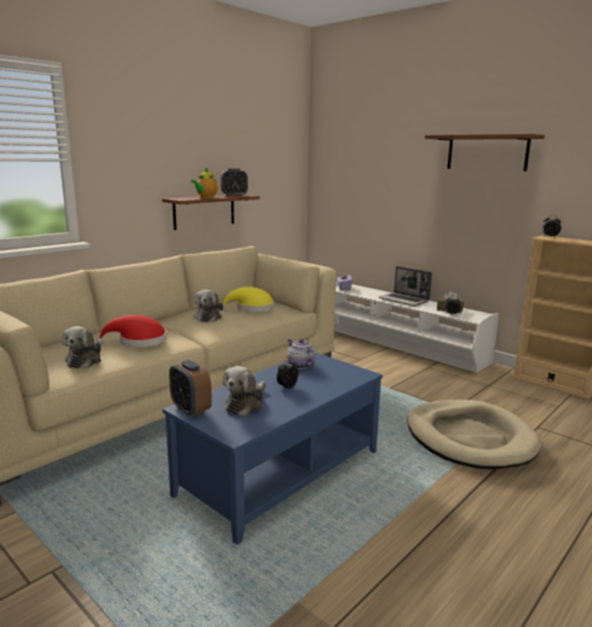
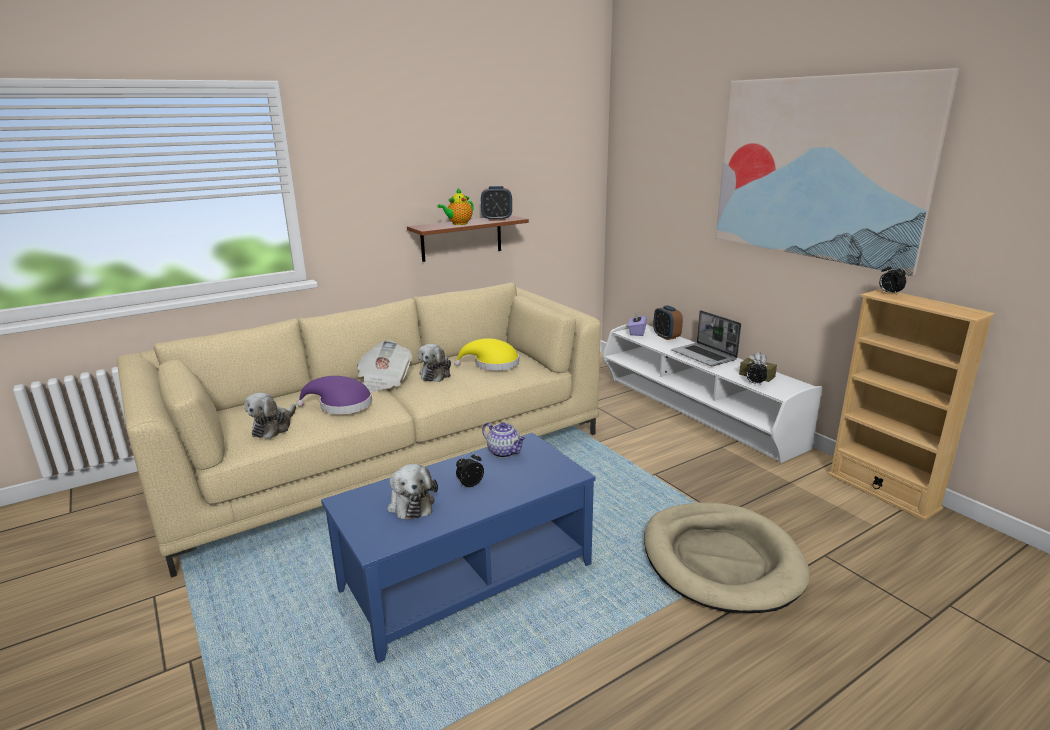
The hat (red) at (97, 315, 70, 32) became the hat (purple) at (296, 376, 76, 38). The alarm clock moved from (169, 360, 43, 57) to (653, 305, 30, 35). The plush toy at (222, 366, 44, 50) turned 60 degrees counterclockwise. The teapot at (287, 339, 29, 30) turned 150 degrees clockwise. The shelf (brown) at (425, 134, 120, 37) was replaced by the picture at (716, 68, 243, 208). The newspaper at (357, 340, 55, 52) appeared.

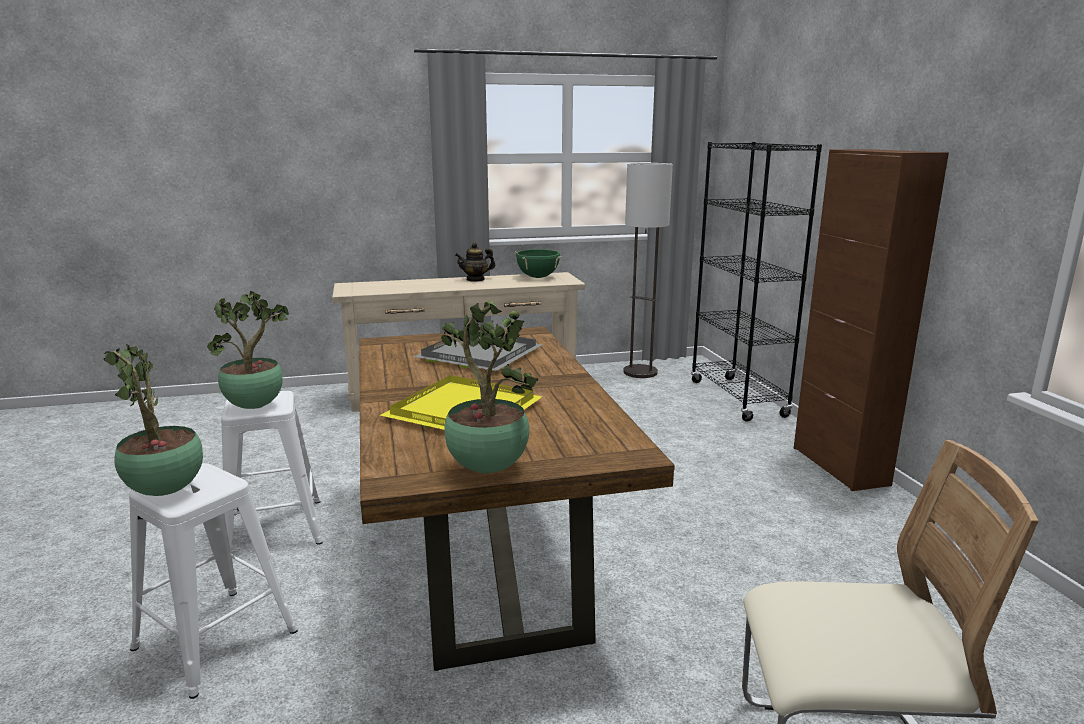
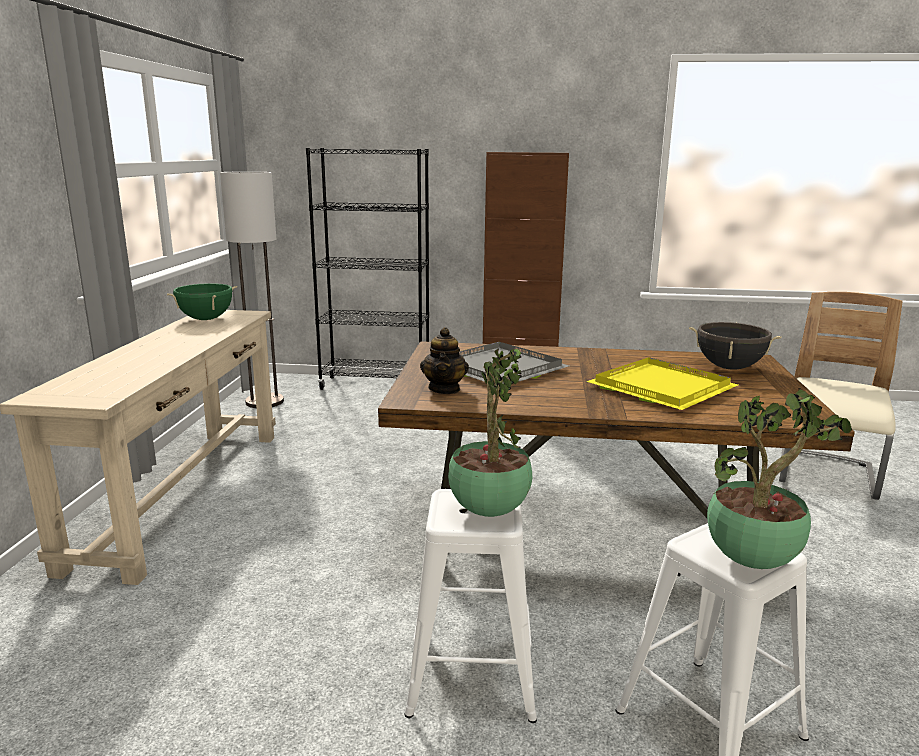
The potted plant at (441, 301, 97, 172) disappeared. The teapot moved from (455, 242, 40, 40) to (420, 327, 49, 67). The cooking pot (black) at (689, 322, 93, 48) appeared.

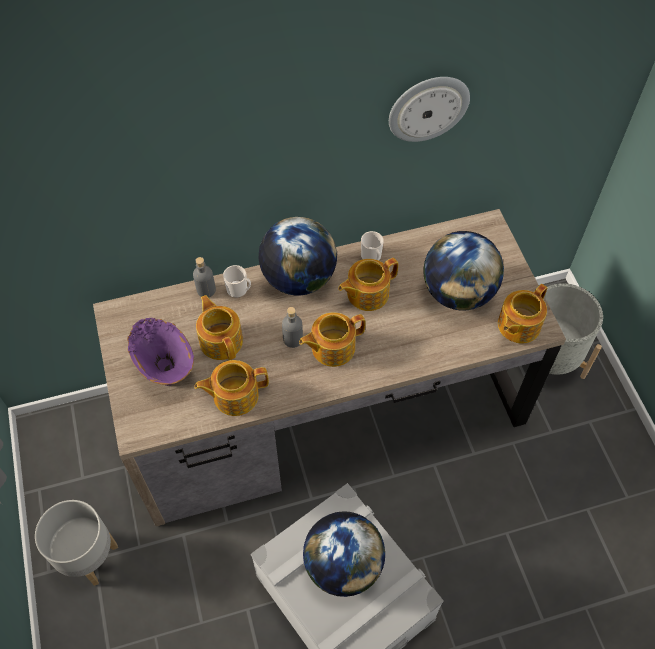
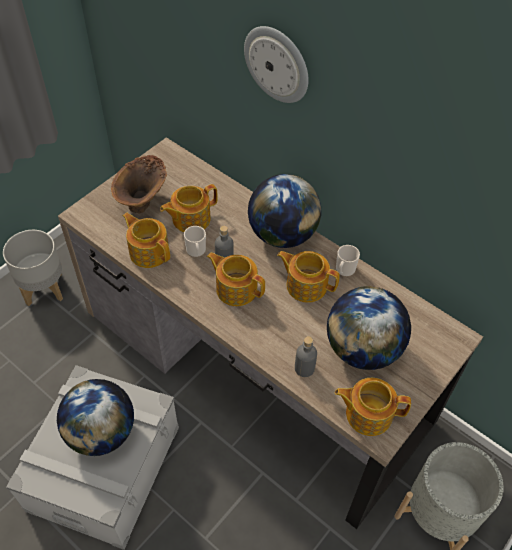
The vase (purple) at (127, 318, 67, 68) became the vase (brown) at (111, 155, 56, 58). The bottle (grey) moved from (193, 257, 23, 41) to (295, 336, 22, 41). The teapot at (196, 295, 47, 65) turned 150 degrees counterclockwise. The mug moved from (223, 265, 28, 33) to (184, 226, 22, 31). The wall clock moved from (389, 77, 81, 65) to (244, 26, 65, 77).

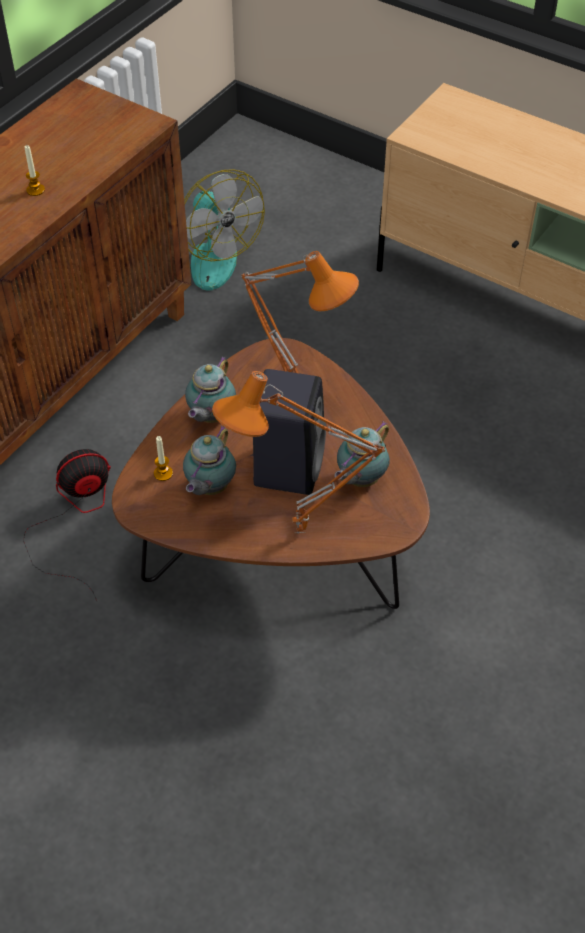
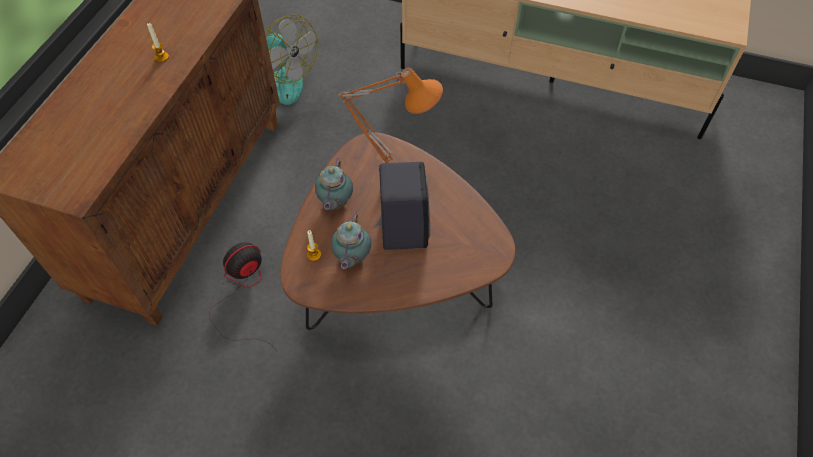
The table lamp (orange) at (212, 371, 173, 163) disappeared. The teapot at (334, 421, 56, 66) disappeared.

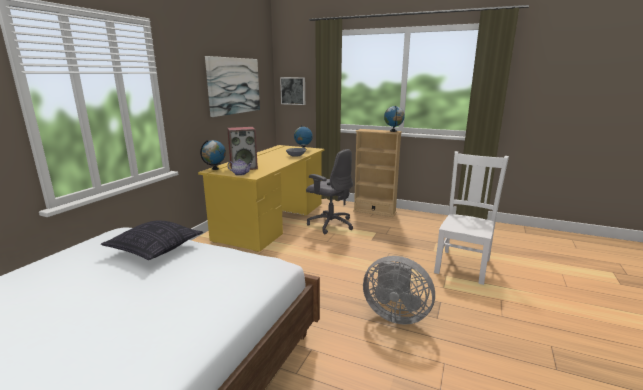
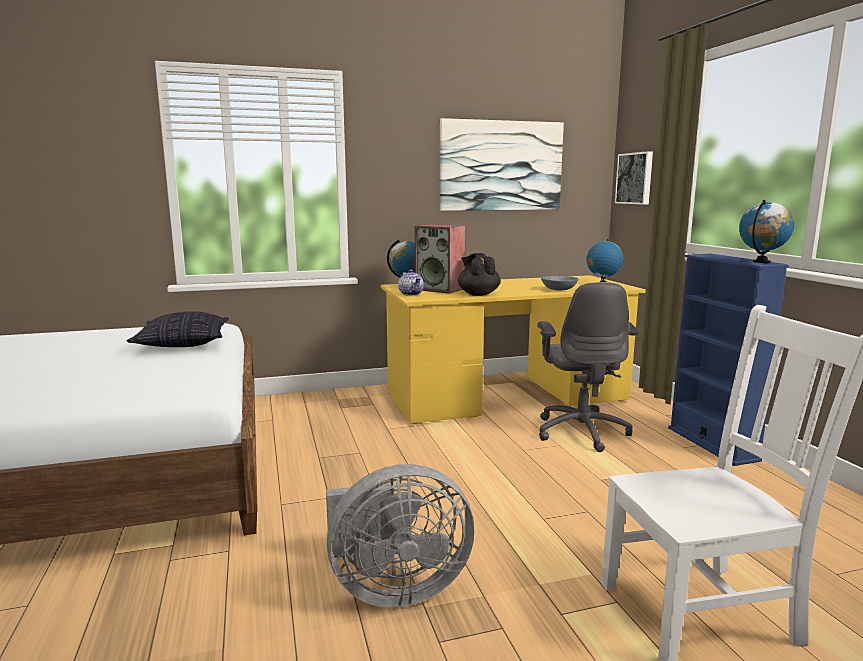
The bookcase (beige) at (353, 129, 49, 88) became the bookcase (blue) at (668, 254, 121, 212). The fan (grey) at (363, 256, 72, 69) turned 90 degrees counterclockwise. The teapot (black) at (458, 253, 43, 43) appeared.

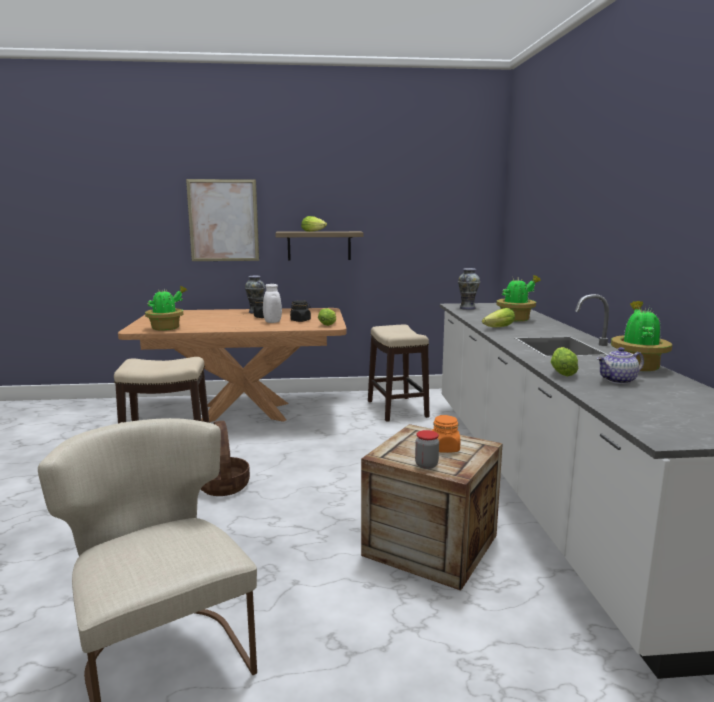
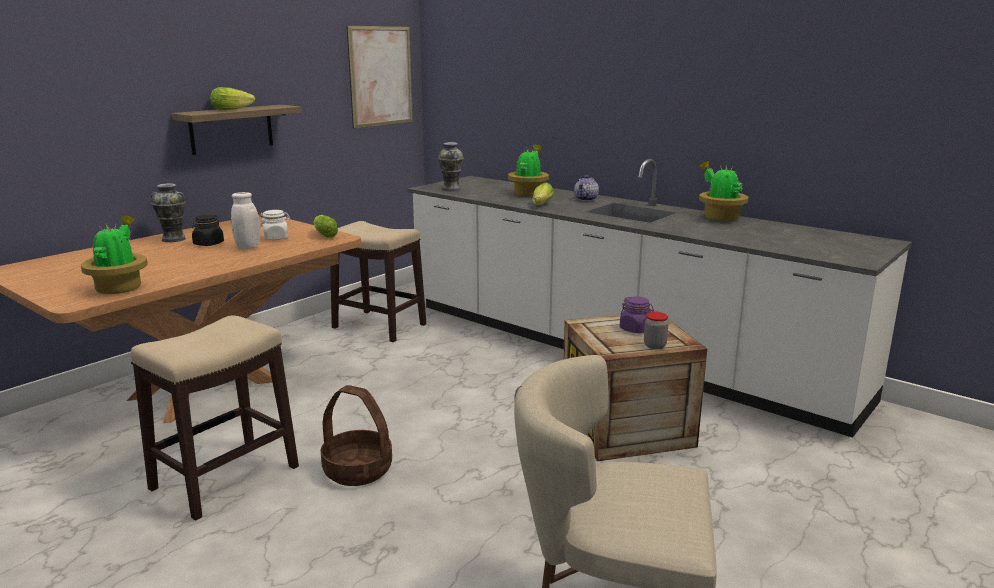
The picture moved from (186, 179, 73, 82) to (347, 26, 66, 102). The jar (black) at (290, 300, 21, 22) became the jar (white) at (260, 210, 30, 30). The jar (orange) at (432, 415, 28, 38) became the jar (purple) at (620, 296, 34, 37). The lettuce at (551, 347, 27, 30) disappeared. The teapot moved from (597, 347, 47, 37) to (574, 175, 25, 26).

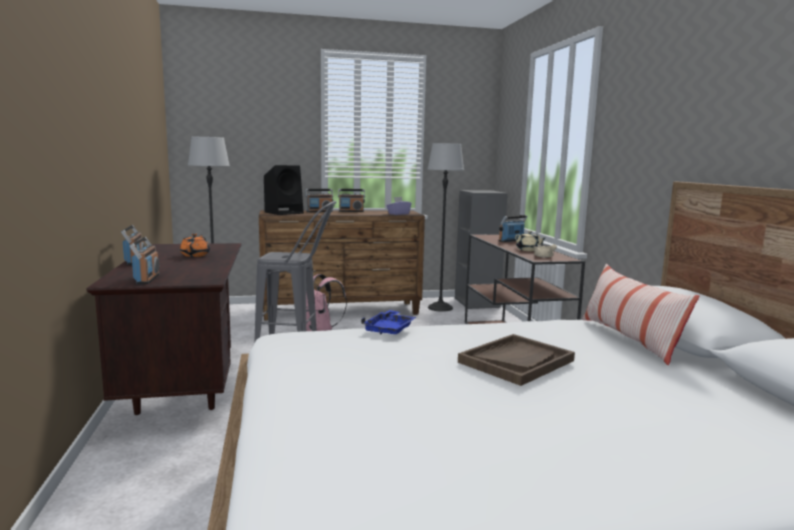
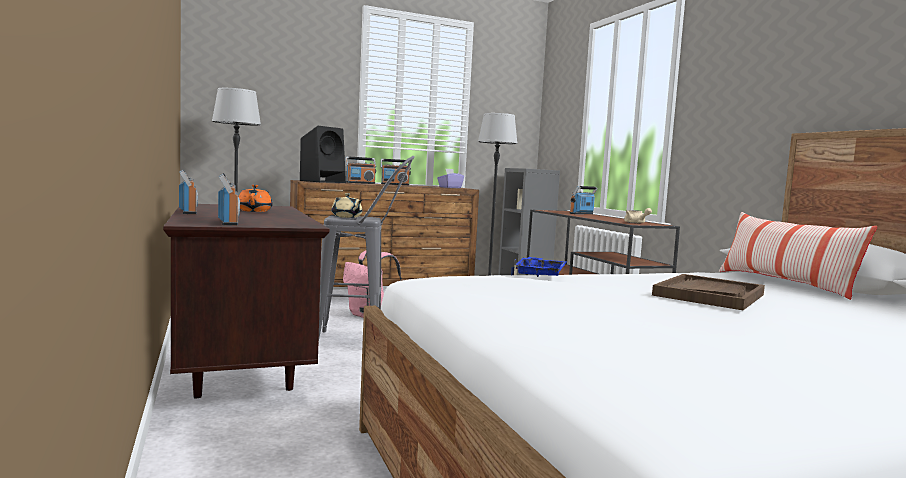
The teapot (beige) moved from (515, 231, 30, 20) to (331, 193, 31, 25).

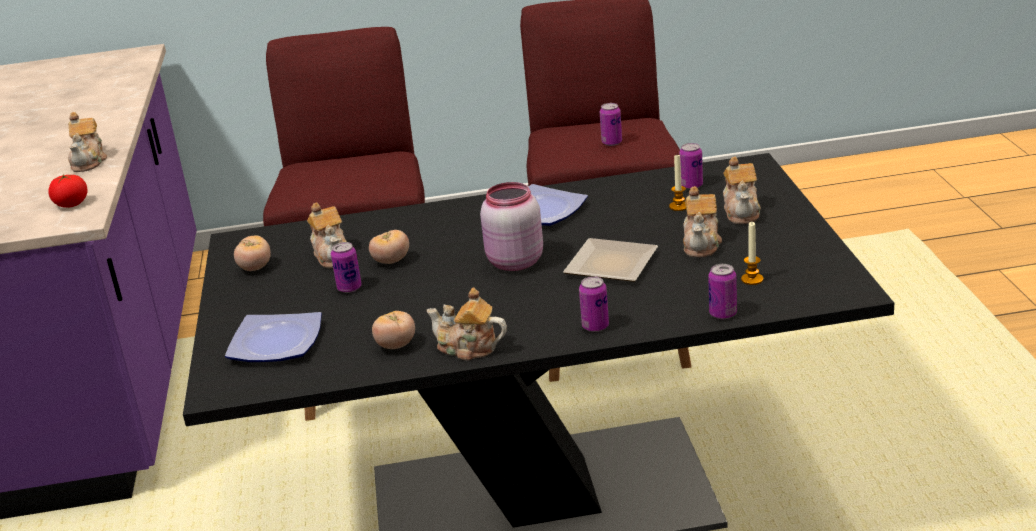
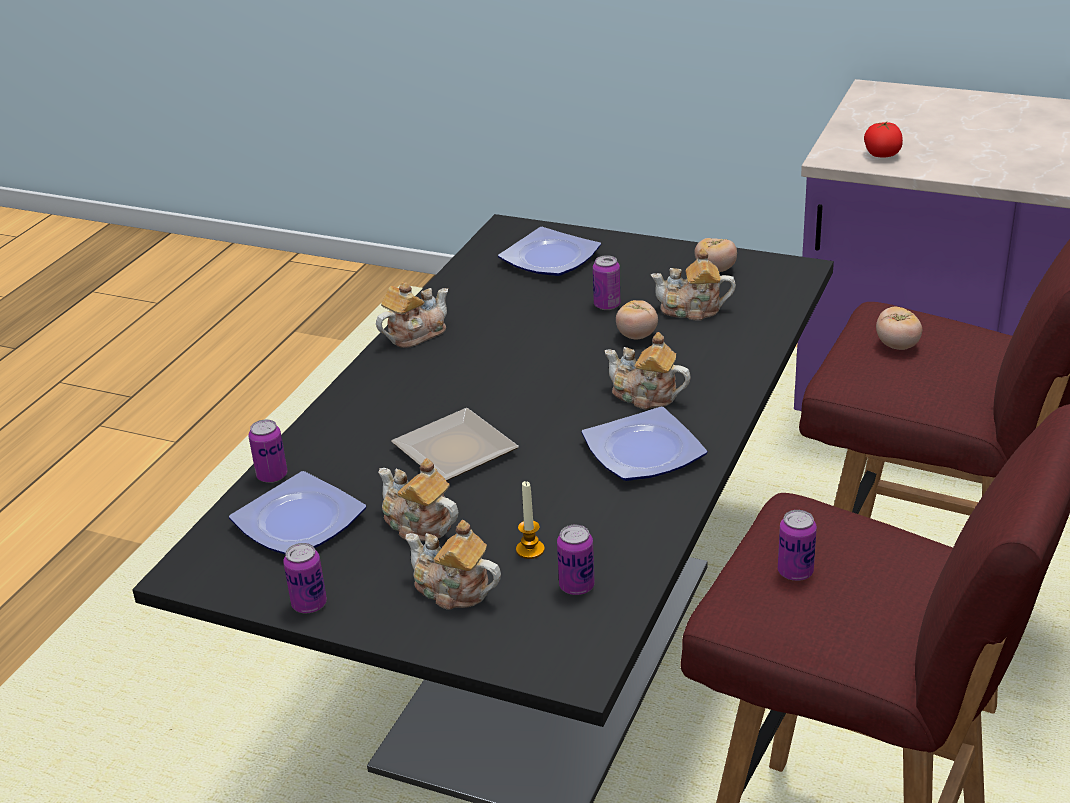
The teapot moved from (68, 112, 39, 60) to (605, 332, 86, 78). The tomato moved from (372, 311, 43, 38) to (876, 307, 46, 43). The jar (pink) at (480, 182, 63, 89) disappeared. The can moved from (579, 276, 30, 56) to (283, 543, 44, 70). The candle at (741, 222, 22, 63) was replaced by the plate at (229, 471, 137, 83).

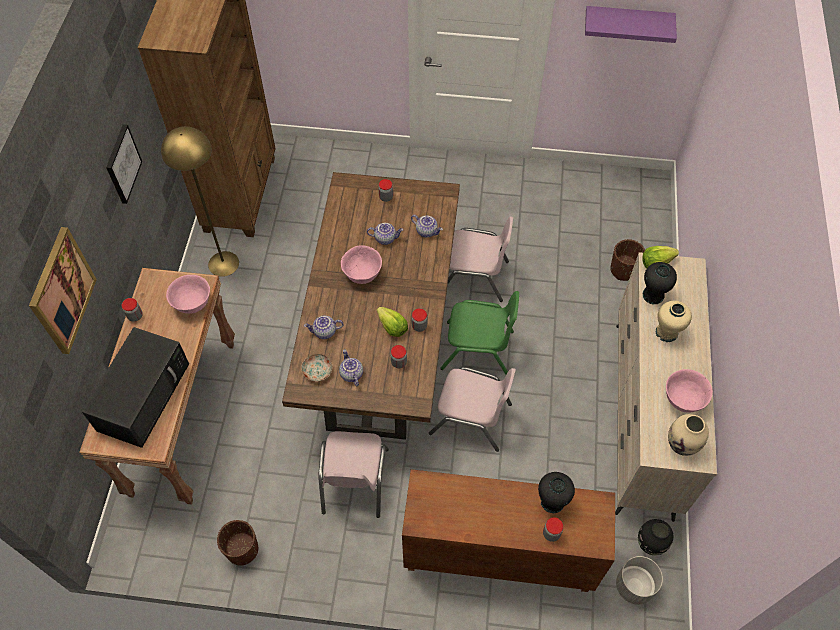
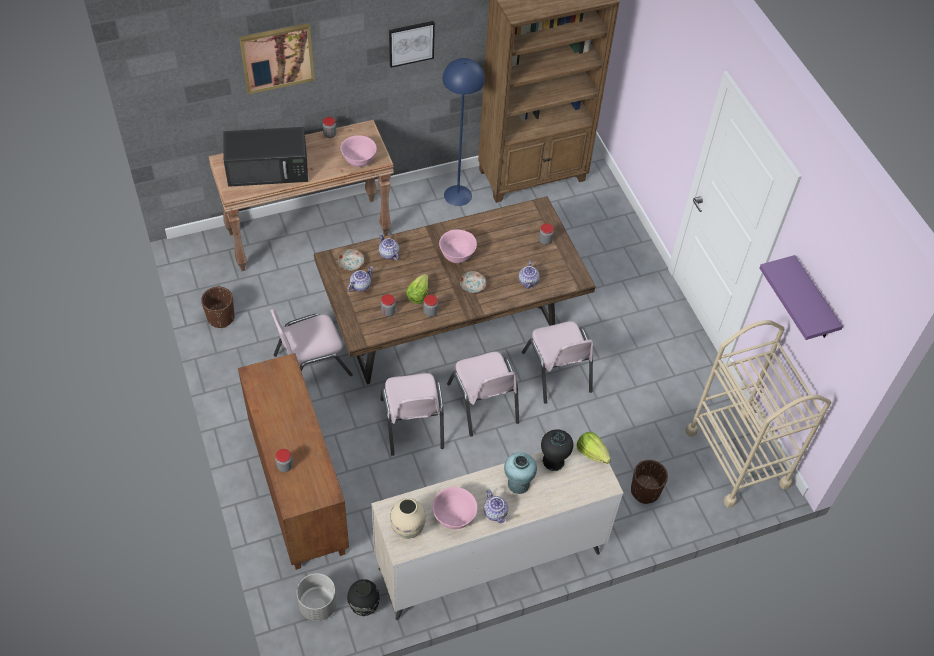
The floor lamp (yellow) at (161, 126, 78, 151) became the floor lamp (blue) at (442, 58, 43, 148). The teapot moved from (367, 223, 36, 22) to (484, 490, 24, 33). The chair (green) at (440, 291, 79, 83) became the chair (pink) at (447, 352, 72, 85). The vase (black) at (538, 472, 37, 41) disappeared. The vase (beige) at (656, 301, 36, 41) became the vase (turquoise) at (504, 452, 33, 42). The plate at (460, 271, 27, 22) appeared. The cart (beige) at (685, 320, 146, 187) appeared.

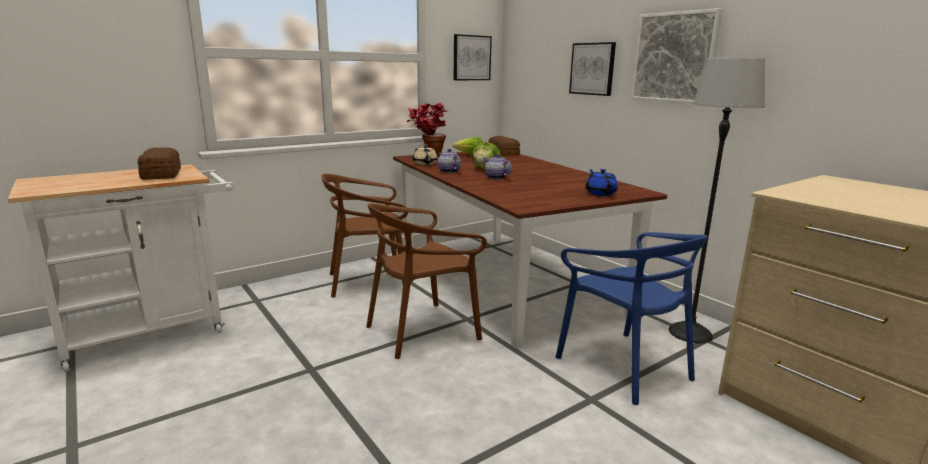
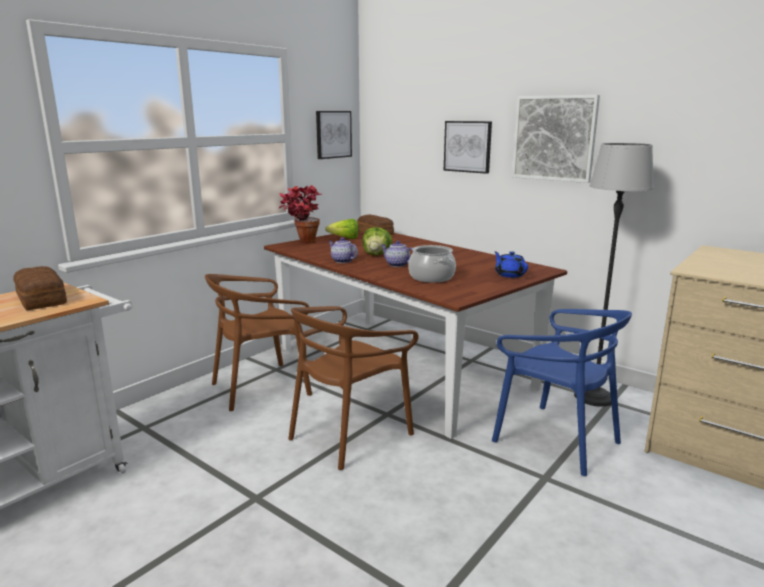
The teapot (beige) at (413, 144, 24, 21) disappeared. The cooking pot at (408, 245, 48, 38) appeared.

